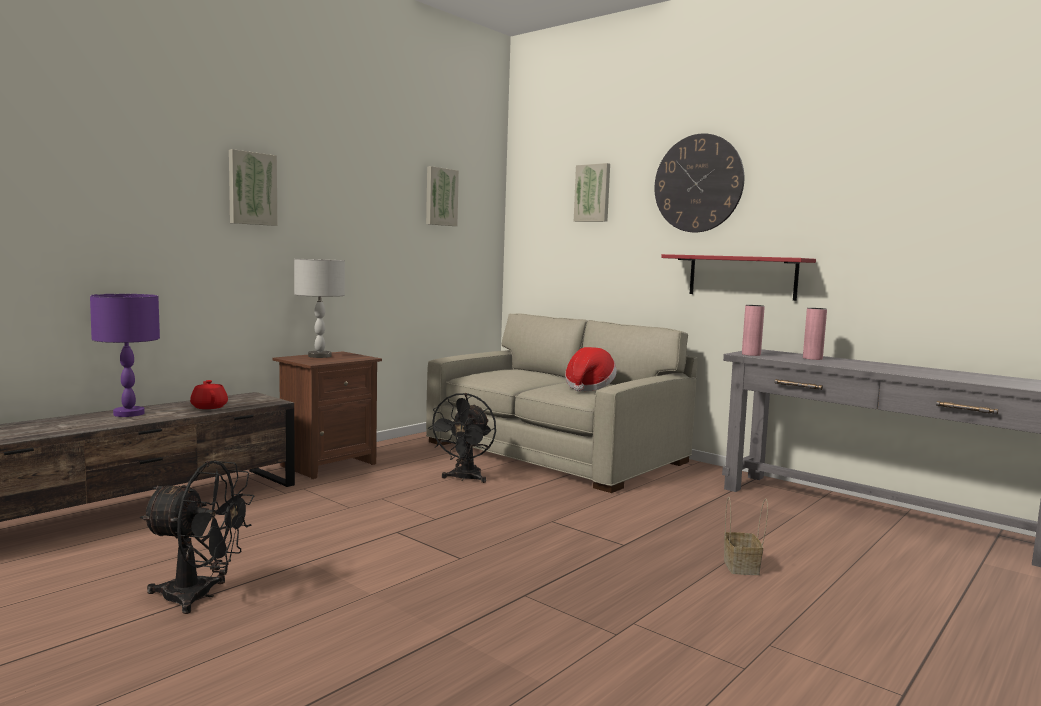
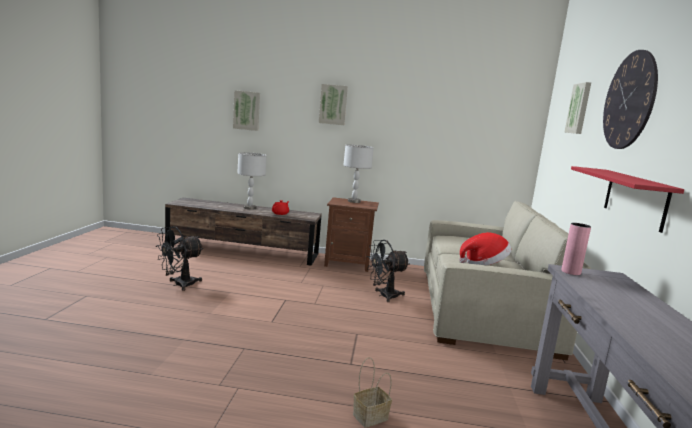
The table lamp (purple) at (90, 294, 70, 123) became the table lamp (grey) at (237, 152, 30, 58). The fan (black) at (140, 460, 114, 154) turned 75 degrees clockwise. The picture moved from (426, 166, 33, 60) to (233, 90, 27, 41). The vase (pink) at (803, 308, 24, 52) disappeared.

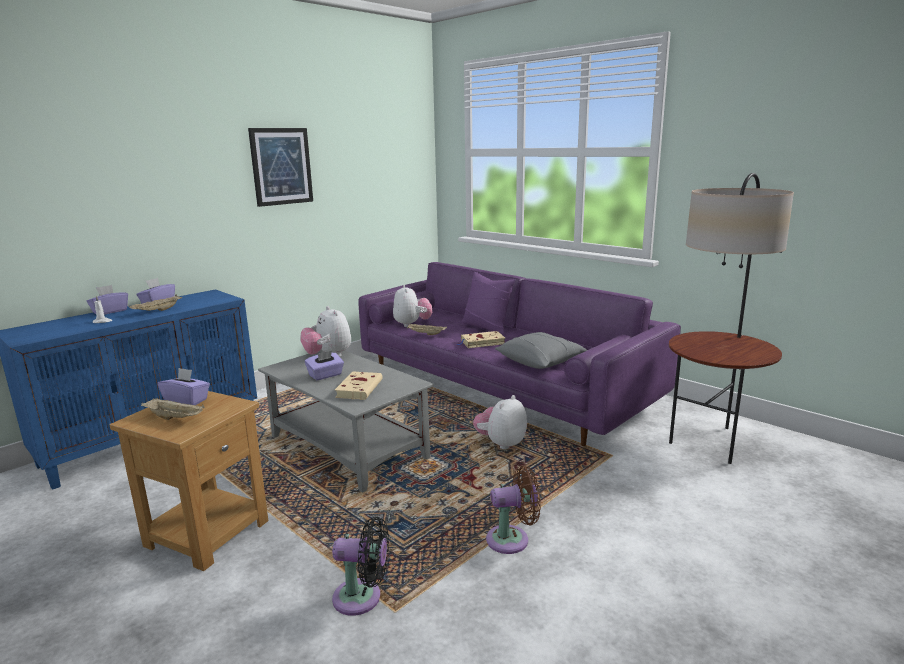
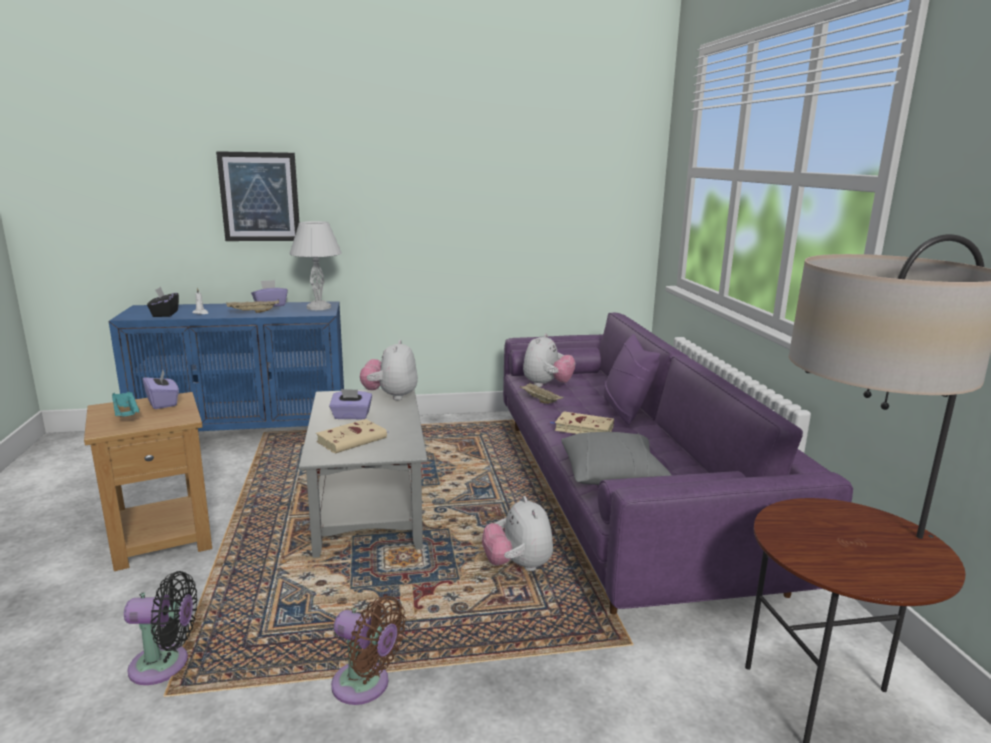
The tissue box (purple) at (86, 285, 42, 30) disappeared. The tray (beige) at (141, 398, 64, 22) became the tray (turquoise) at (112, 392, 27, 25). The picture moved from (248, 128, 65, 79) to (216, 151, 83, 90). The fan (black) at (332, 517, 57, 99) turned 45 degrees counterclockwise. The plush toy at (473, 395, 54, 54) turned 90 degrees counterclockwise. The tissue box (black) at (147, 287, 32, 30) appeared. The table lamp (white) at (289, 221, 53, 89) appeared.

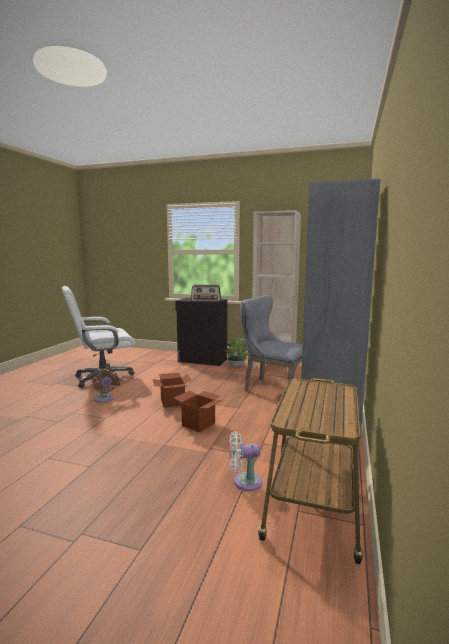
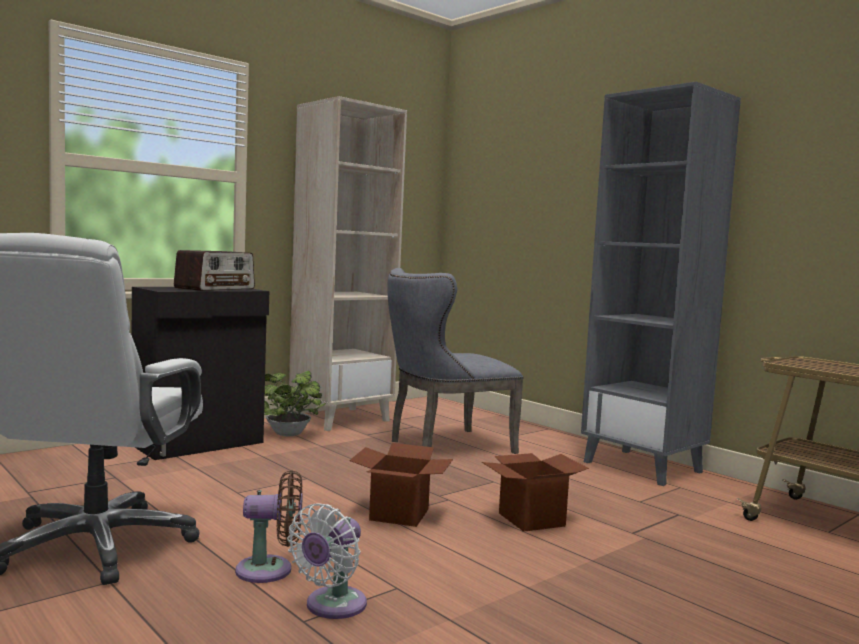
The fan (white) moved from (229, 431, 34, 60) to (287, 504, 80, 115).

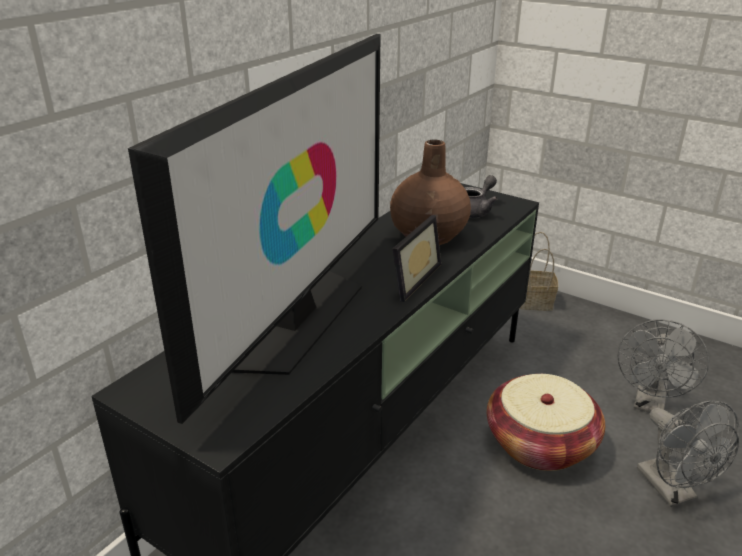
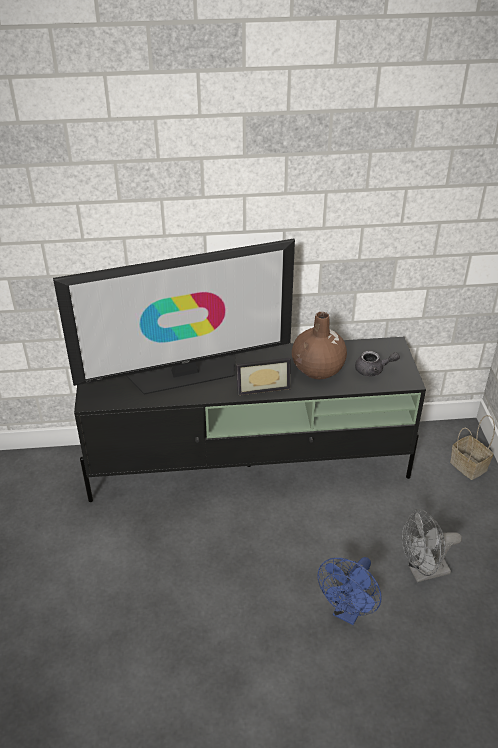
The basket at (487, 374, 118, 97) disappeared. The fan (grey) at (637, 401, 102, 106) became the fan (blue) at (318, 557, 64, 68).

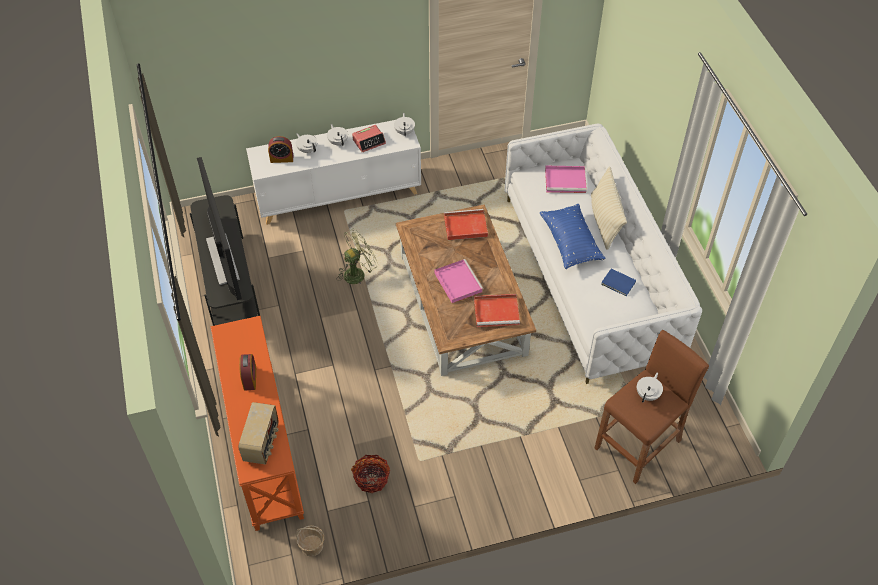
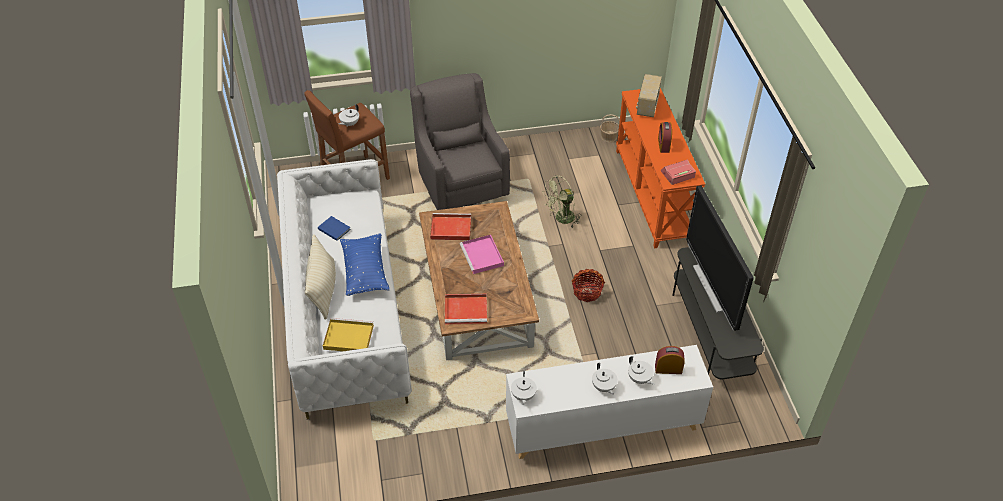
The fan (green) moved from (337, 228, 41, 56) to (543, 175, 37, 52). The basket moved from (351, 455, 39, 38) to (572, 269, 33, 33). The alarm clock moved from (352, 125, 34, 28) to (661, 159, 35, 26). The tray (pink) at (545, 166, 42, 27) became the tray (yellow) at (323, 318, 51, 33). The armchair (grey) at (410, 73, 100, 137) appeared.

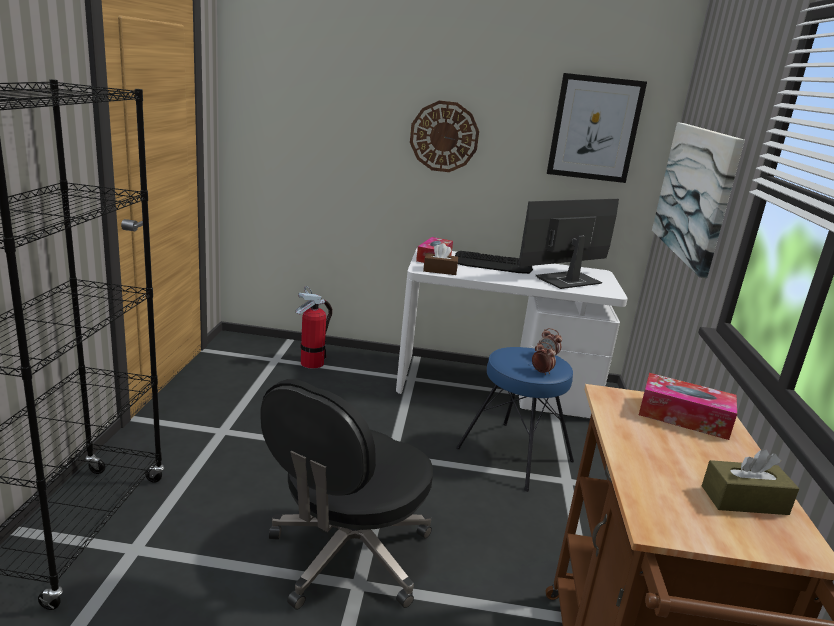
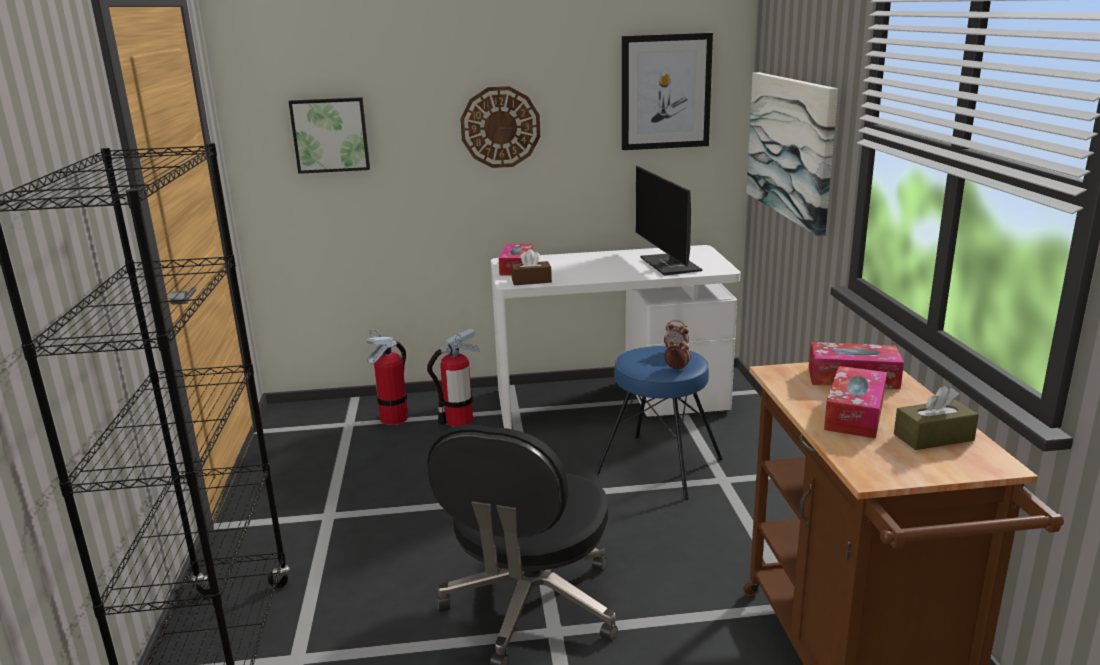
The keyboard at (455, 251, 78, 23) disappeared. The monitor at (518, 199, 101, 90) turned 60 degrees counterclockwise. The picture at (289, 97, 81, 77) appeared. The fire extinguisher at (427, 328, 53, 99) appeared. The tissue box at (824, 366, 63, 72) appeared.

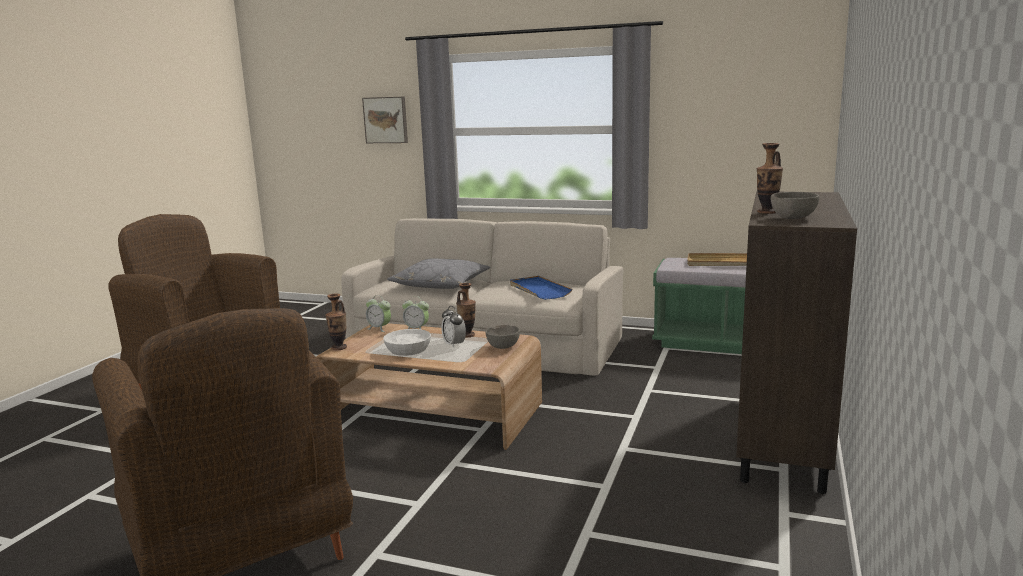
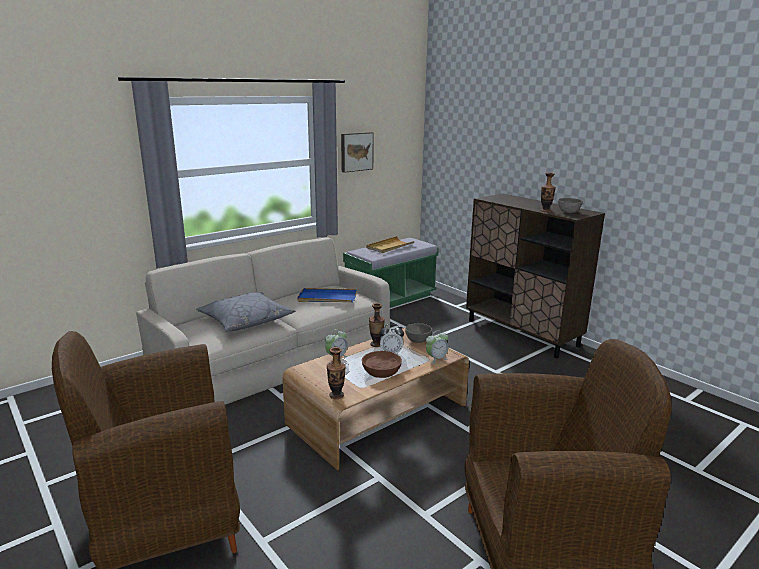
The picture moved from (362, 96, 46, 47) to (341, 132, 33, 41). The alarm clock moved from (366, 295, 25, 37) to (426, 331, 22, 33). The bowl (white) at (383, 329, 48, 27) became the bowl (brown) at (362, 351, 40, 27).

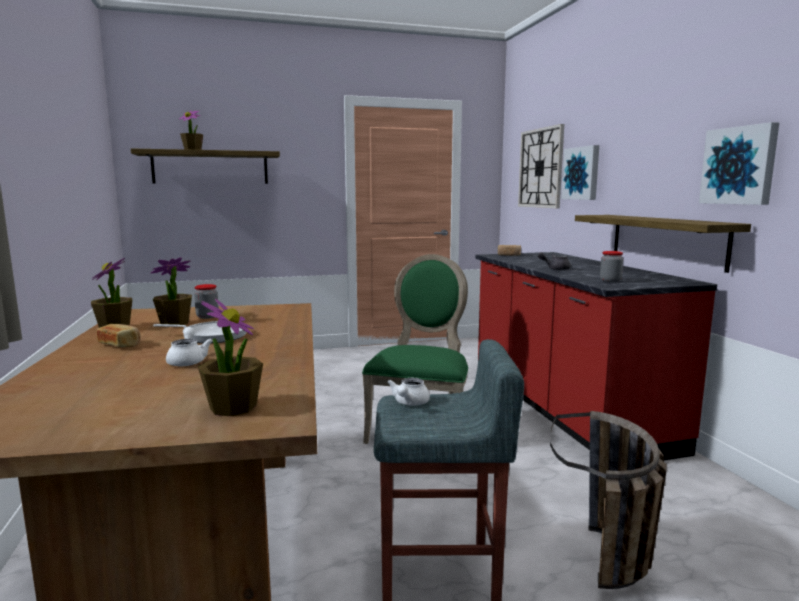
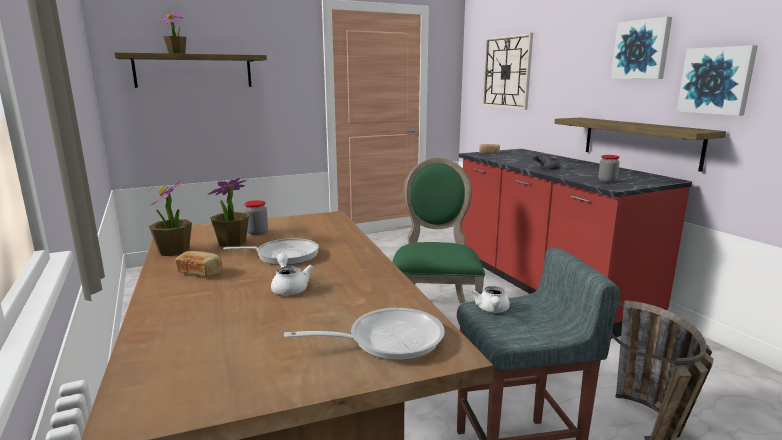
The potted plant at (198, 299, 65, 117) was replaced by the frying pan at (284, 308, 161, 52). The picture moved from (561, 145, 38, 55) to (611, 17, 61, 62).

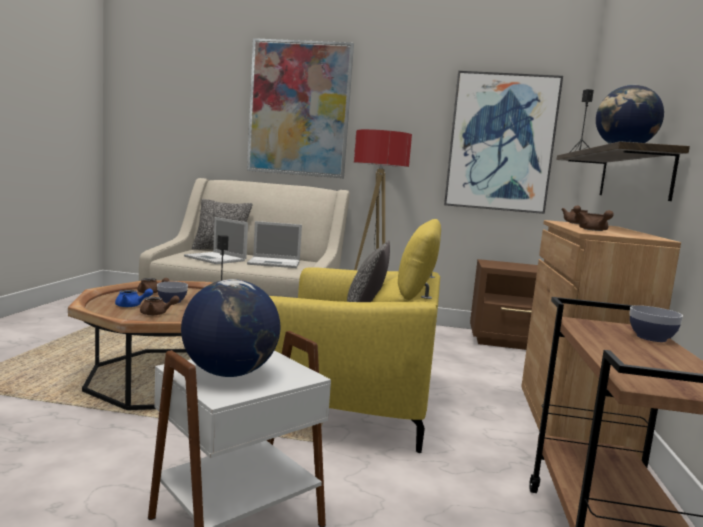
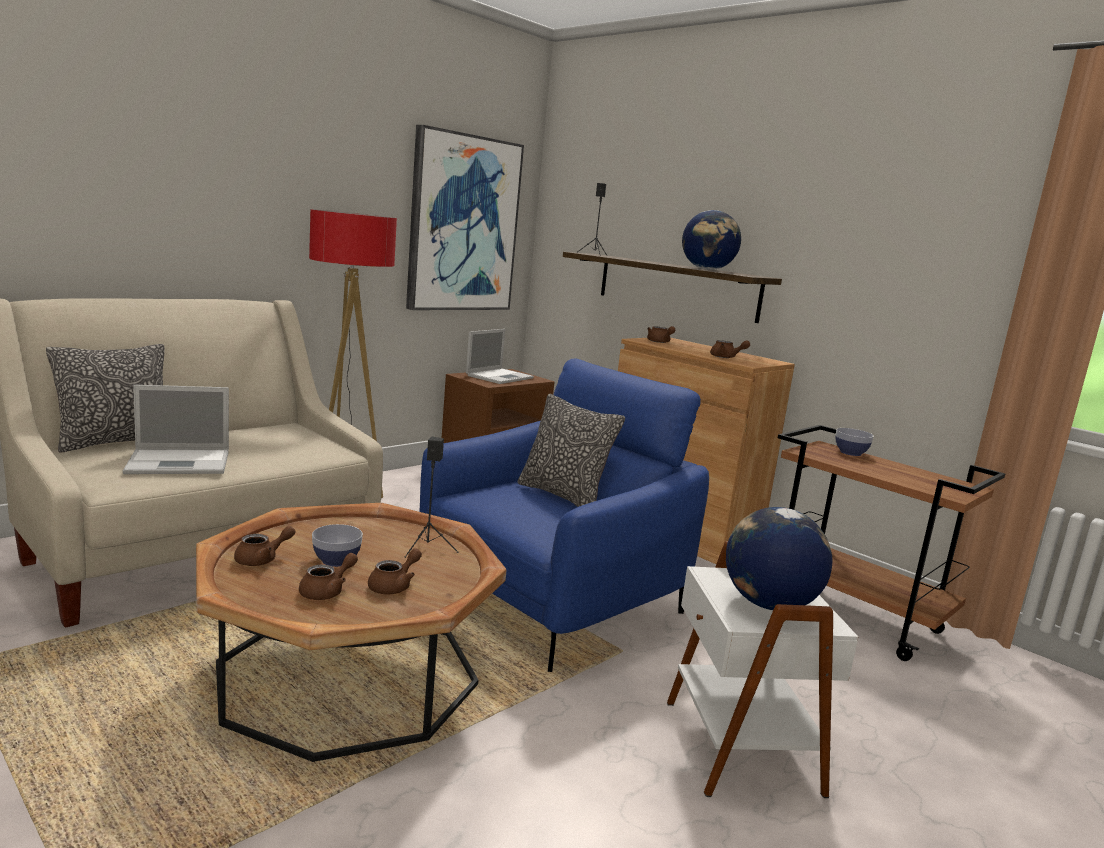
The teapot (blue) at (115, 289, 38, 18) became the teapot (brown) at (299, 553, 59, 47). The picture at (247, 38, 107, 140) disappeared. The laptop moved from (247, 221, 55, 47) to (466, 329, 68, 55). The armchair (yellow) at (269, 219, 172, 234) became the armchair (blue) at (419, 358, 290, 314).

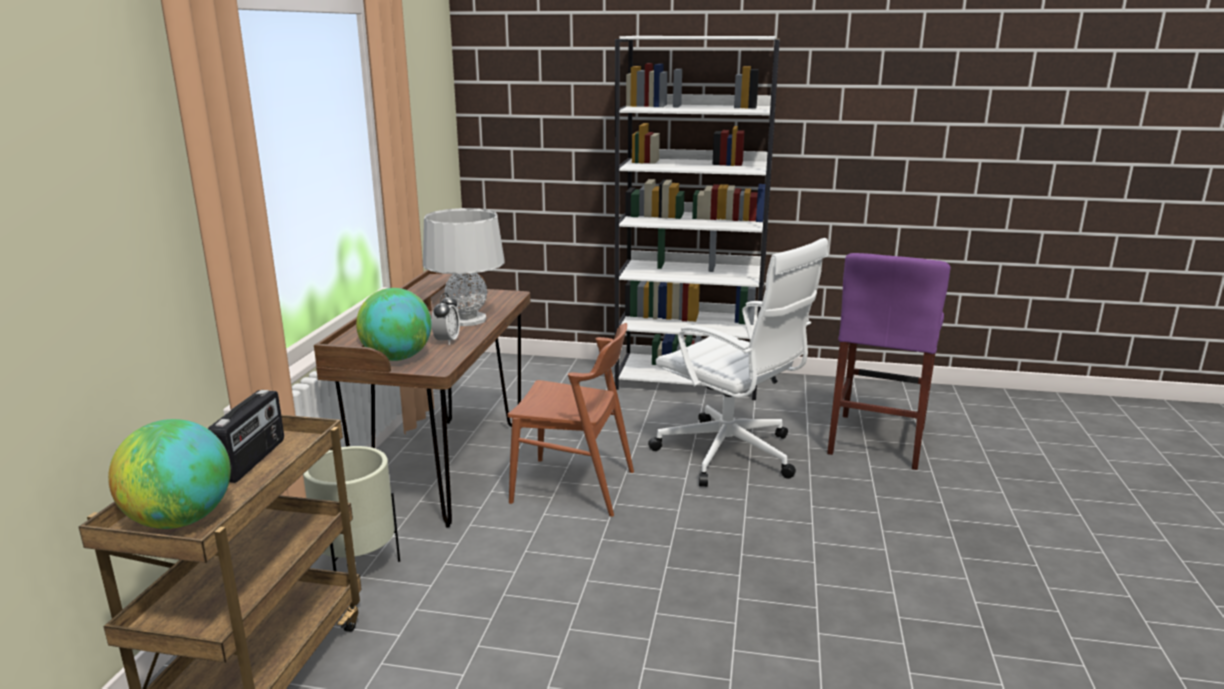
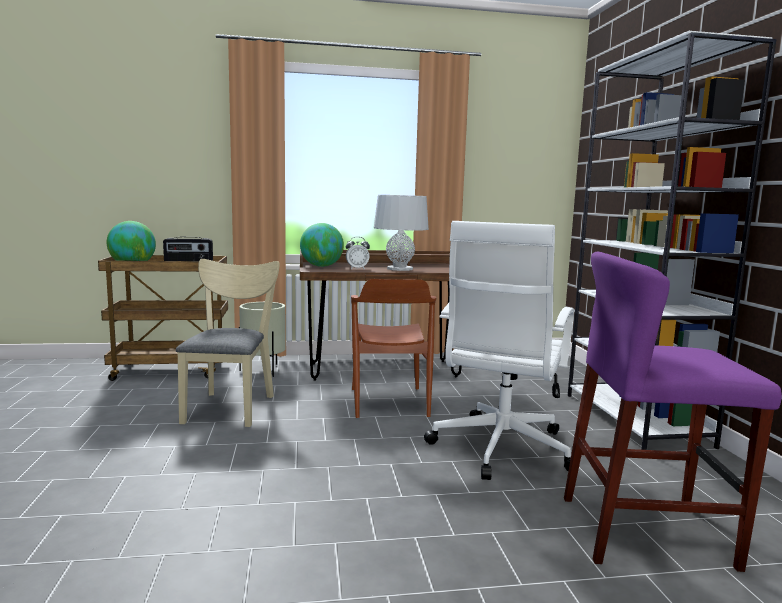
The chair (beige) at (176, 259, 104, 168) appeared.

